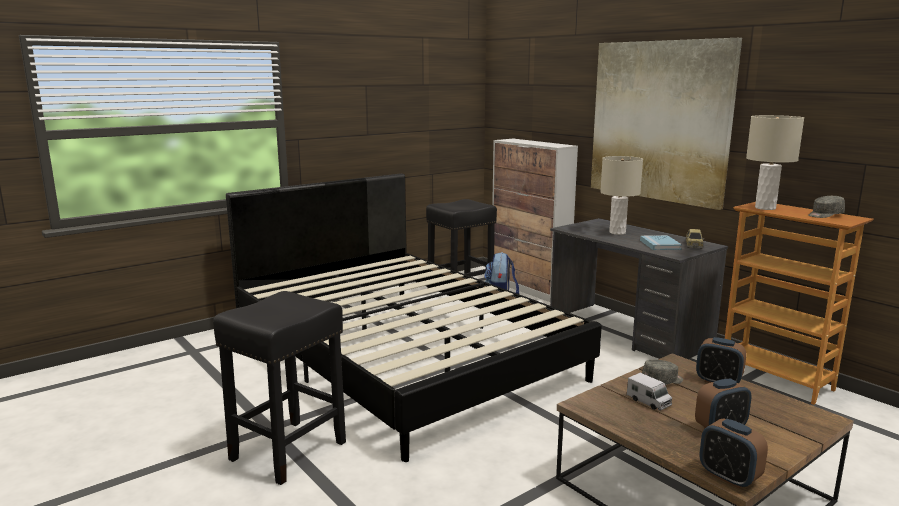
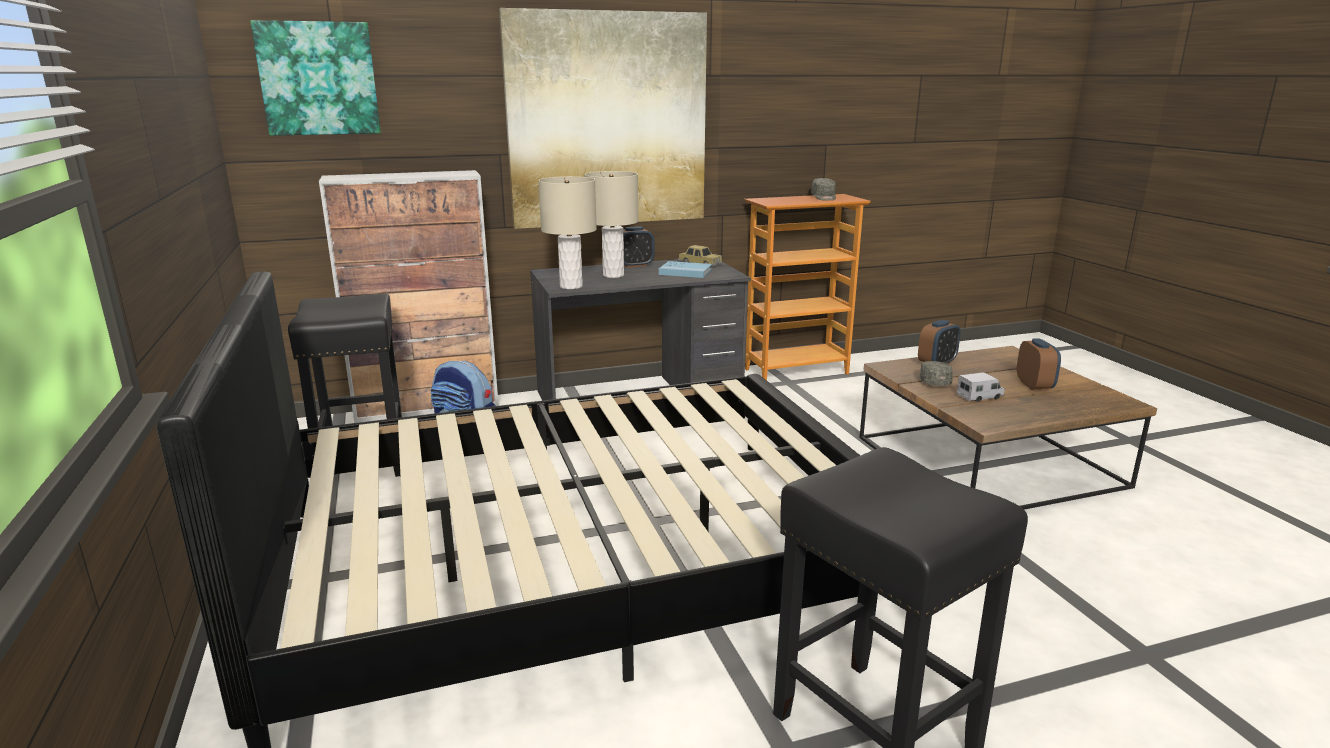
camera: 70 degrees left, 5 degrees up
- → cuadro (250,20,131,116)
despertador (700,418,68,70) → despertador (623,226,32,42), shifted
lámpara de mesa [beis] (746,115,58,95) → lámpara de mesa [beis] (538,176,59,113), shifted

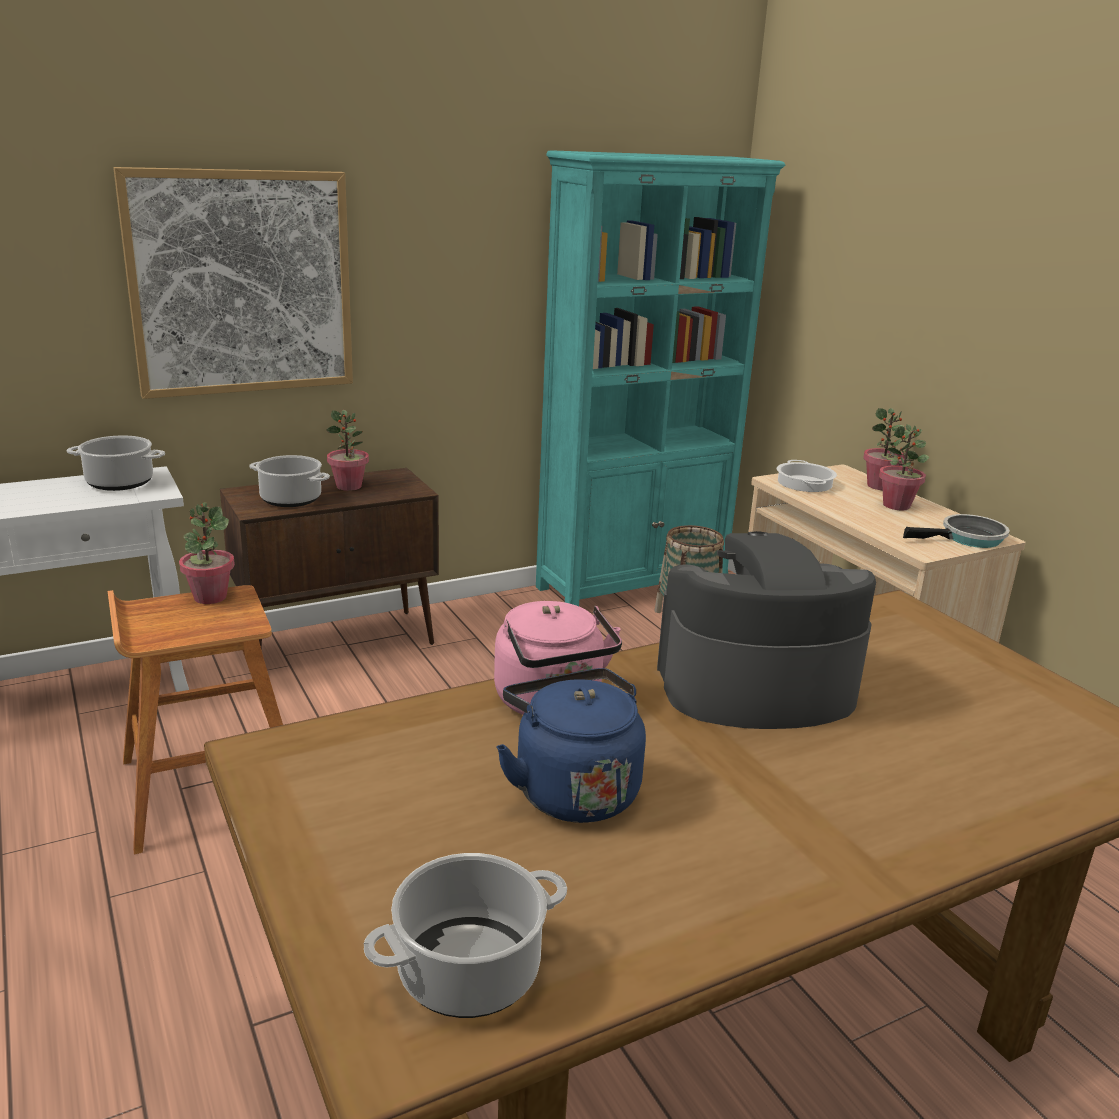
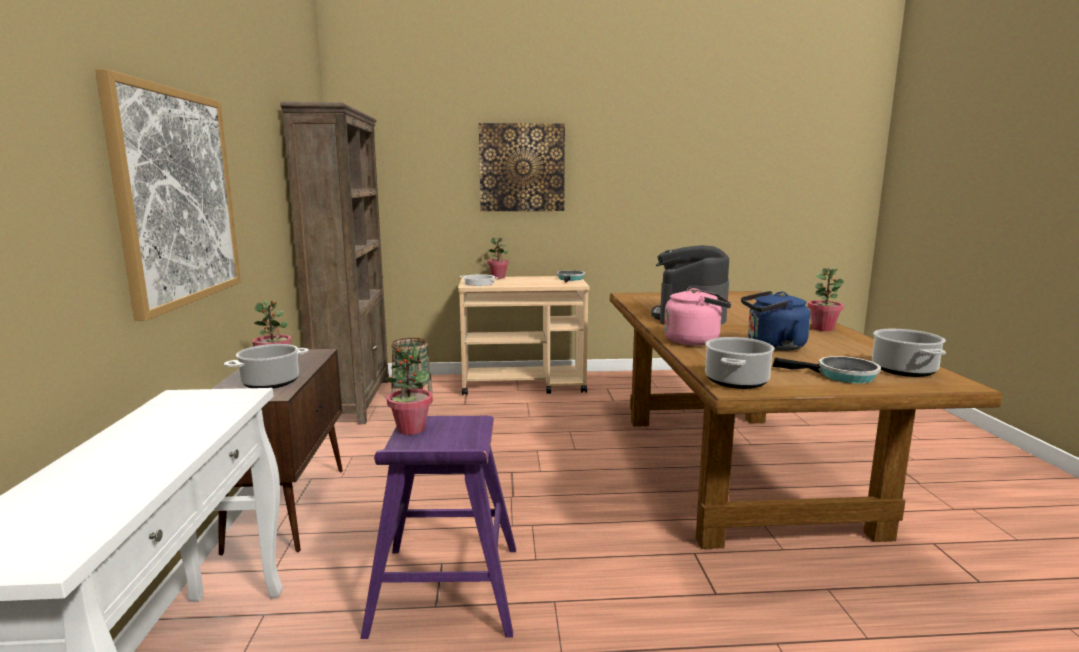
camera: 65 degrees left, 10 degrees down
- → cuadro (479,123,86,88)
- → sartén (772,356,109,27)
olla (66,435,99,56) → olla (705,337,69,52), shifted
planta en maceta (879,424,50,86) → planta en maceta (808,268,36,63), shifted
taburete [marrón] (108,585,175,269) → taburete [morado] (361,416,155,223)
estantería [turquesa] (536,150,249,456) → estantería [marrón] (280,102,109,322)

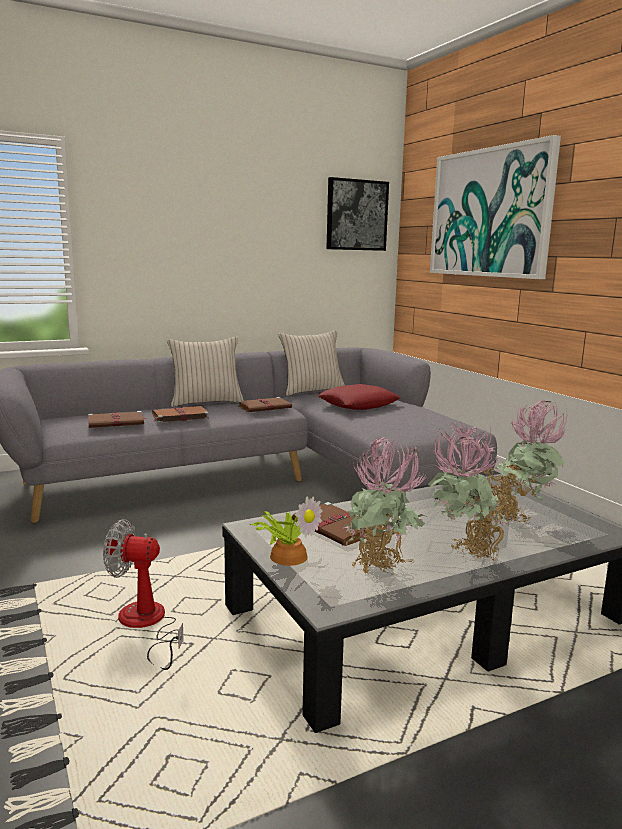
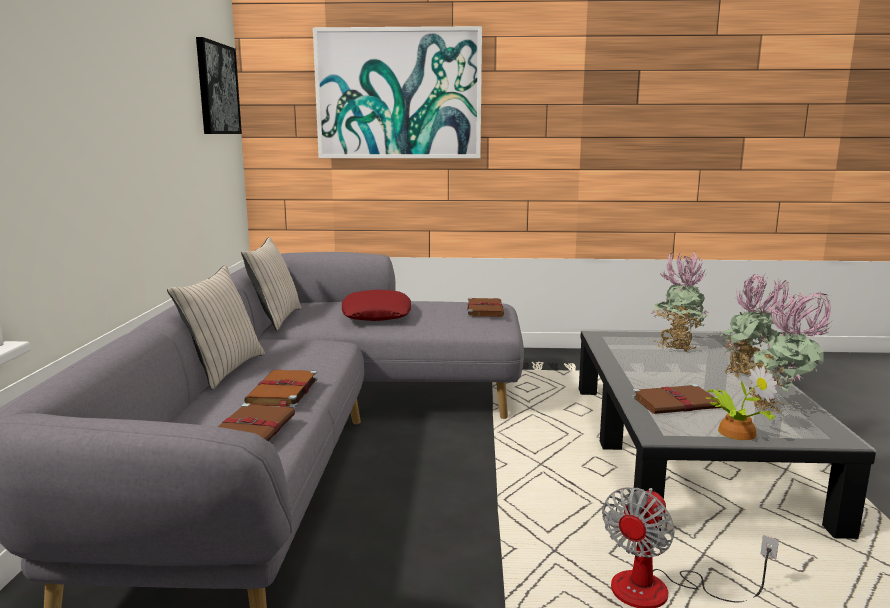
camera: 60 degrees left, 0 degrees up
libro [marrón] (237,397,55,15) → libro [marrón] (467,298,37,19), shifted

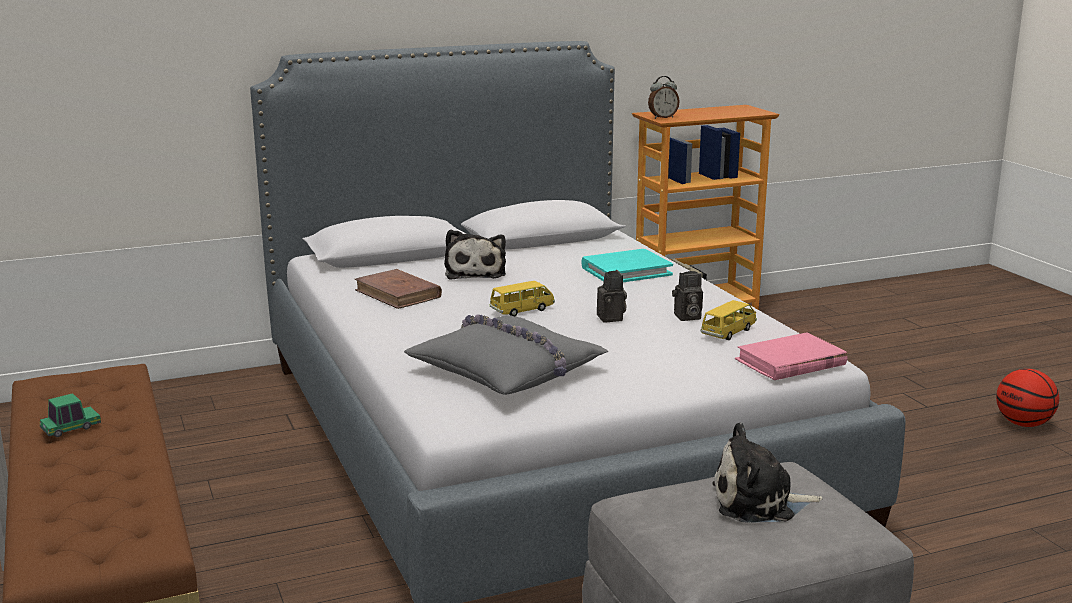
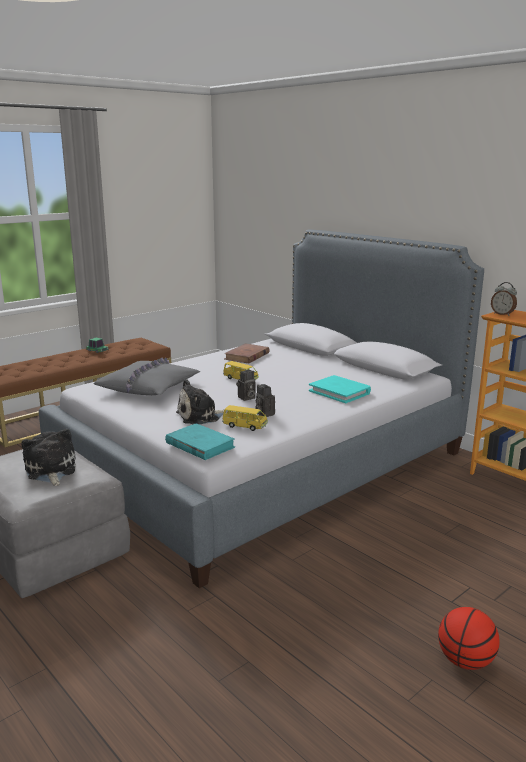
camera: 70 degrees right, 0 degrees up
peluche (444,229,62,51) → peluche (176,379,52,45), shifted
libro [rosa] (735,332,112,48) → libro [turquesa] (165,423,70,37)

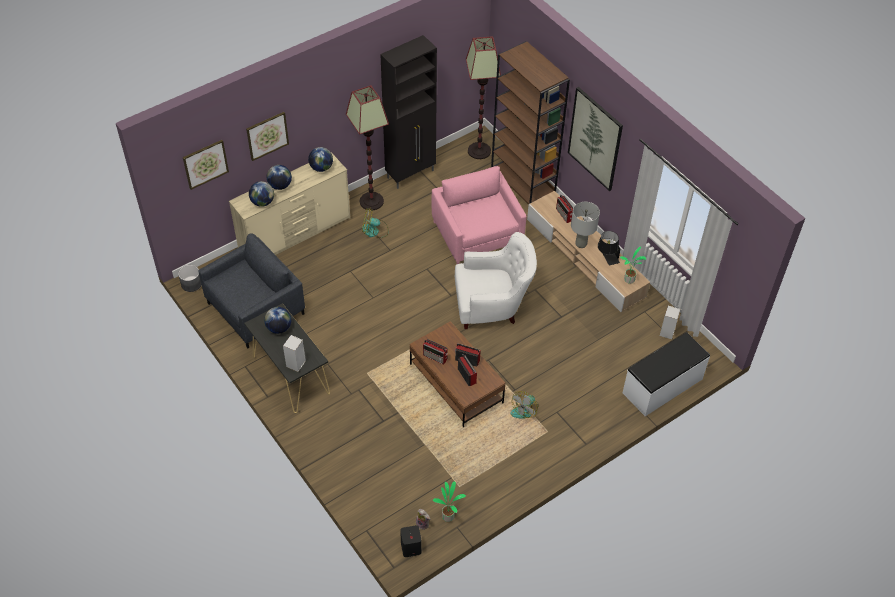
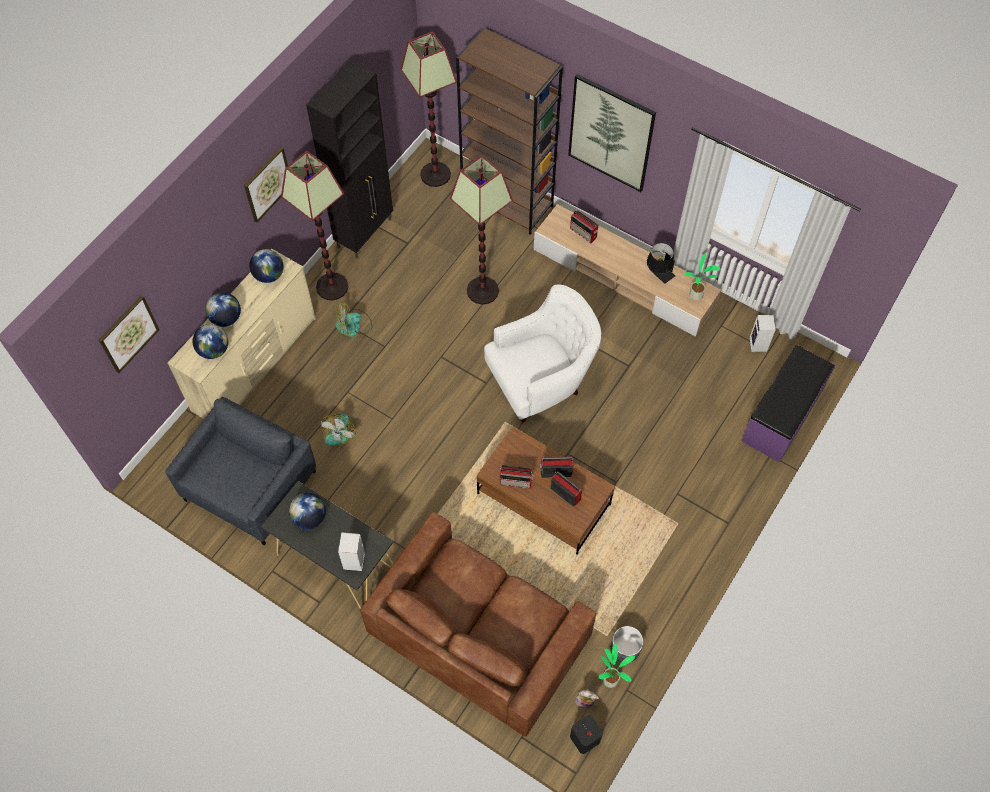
camera: 20 degrees left, 10 degrees up
lámpara de mesa [gris] (571,202,29,46) → -
- → sofá [marrón] (360,512,236,225)
maceta [gris] (178,265,23,27) → maceta [gris] (611,626,32,37), shifted
cuadro (246,112,43,49) → cuadro (244,147,44,76), shifted
ventilador (511,391,28,27) → ventilador (321,414,35,32), shifted
sillón [rosa] (432,166,94,98) → lámpara de pie (450,155,63,150)
banco [blanco] (623,332,87,84) → banco [morado] (741,345,94,117)

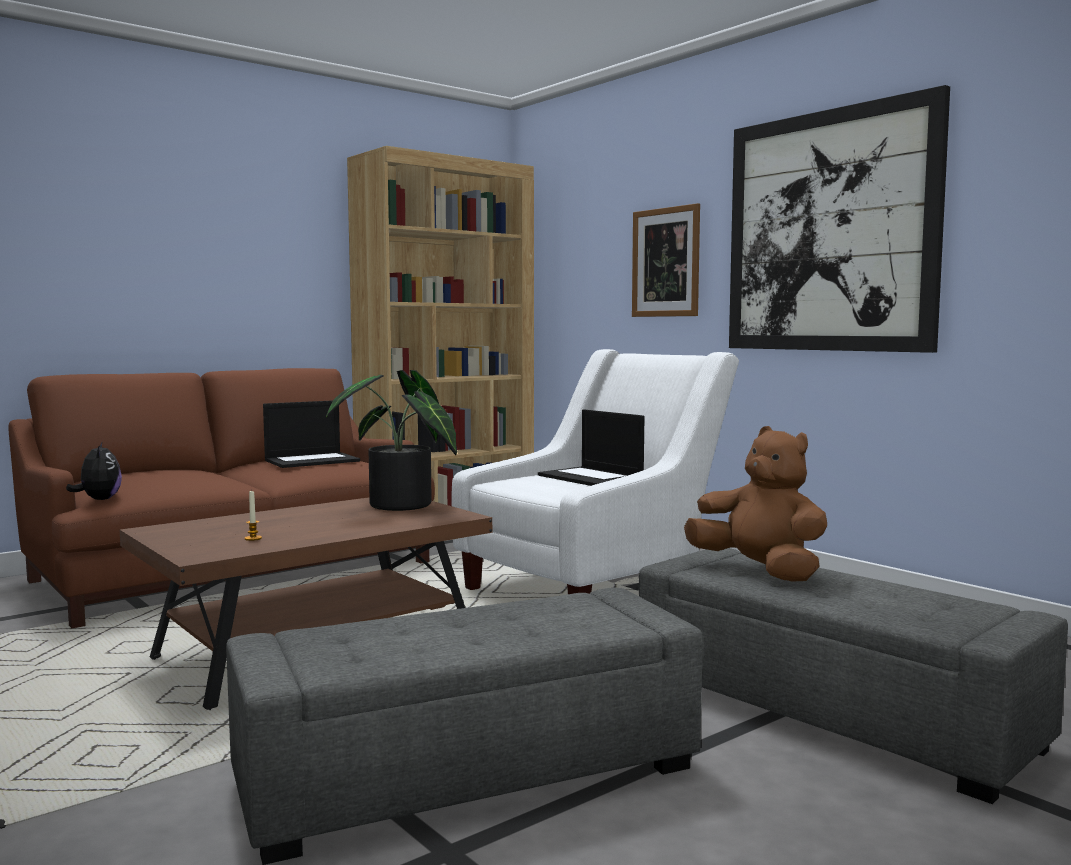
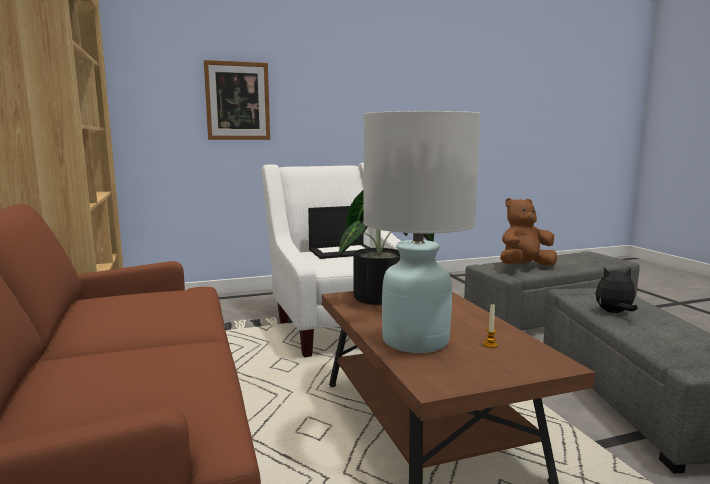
camera: 70 degrees left, 5 degrees up
portátil (263,401,97,67) → -
cuadro (729,85,221,268) → -
- → lámpara de mesa [blanco] (363,111,118,242)
peluche (66,442,56,58) → peluche (595,267,43,46), shifted

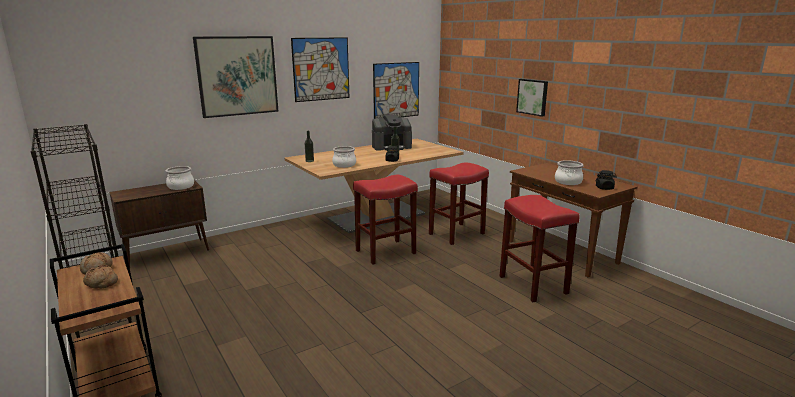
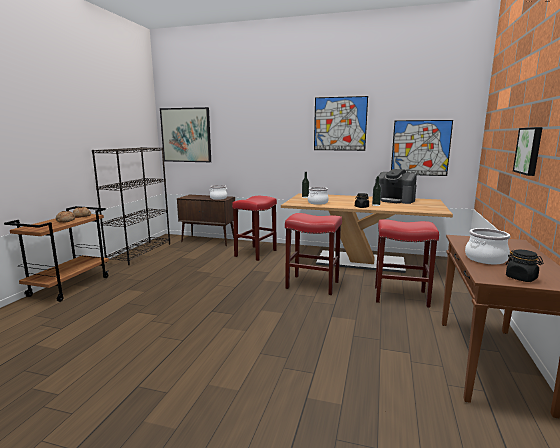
camera: 50 degrees right, 5 degrees down
cuadro (193,36,86,82) → cuadro (160,107,51,55), shifted
taburete [rojo] (500,195,80,107) → taburete [rojo] (232,196,45,65), shifted

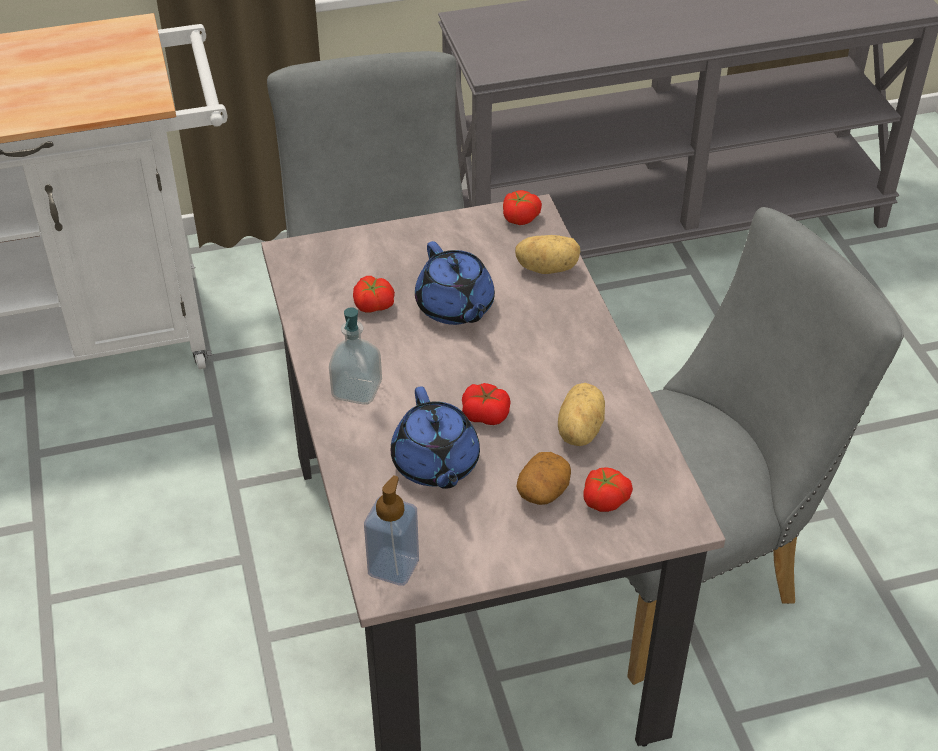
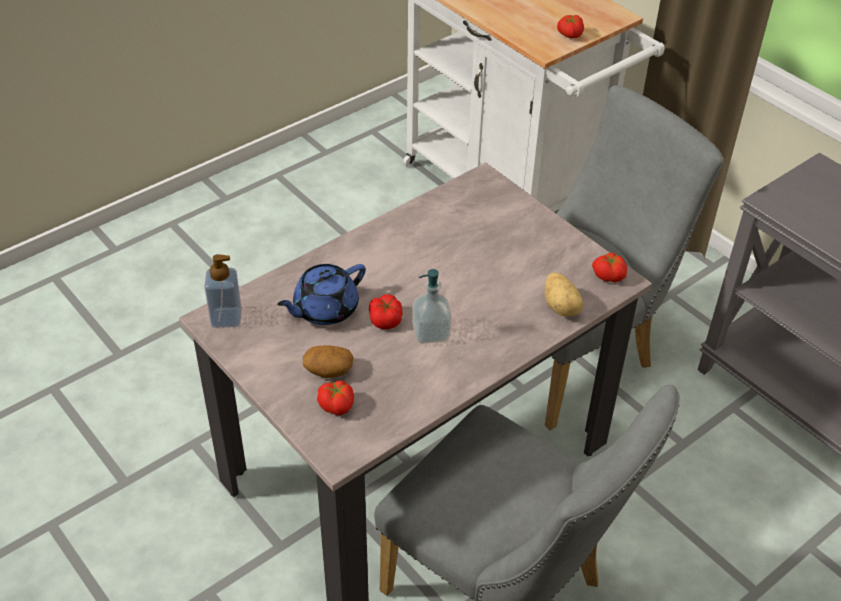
camera: 65 degrees right, 0 degrees up
tetera [azul] (415,241,80,84) → -
patata (558,383,47,63) → -
dispensador de jabón (329,307,53,98) → dispensador de jabón (412,269,39,75), shifted
tomate (353,276,42,37) → tomate (557,15,27,23), shifted

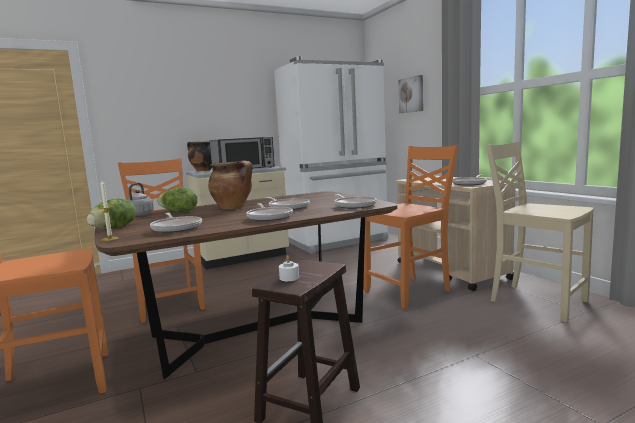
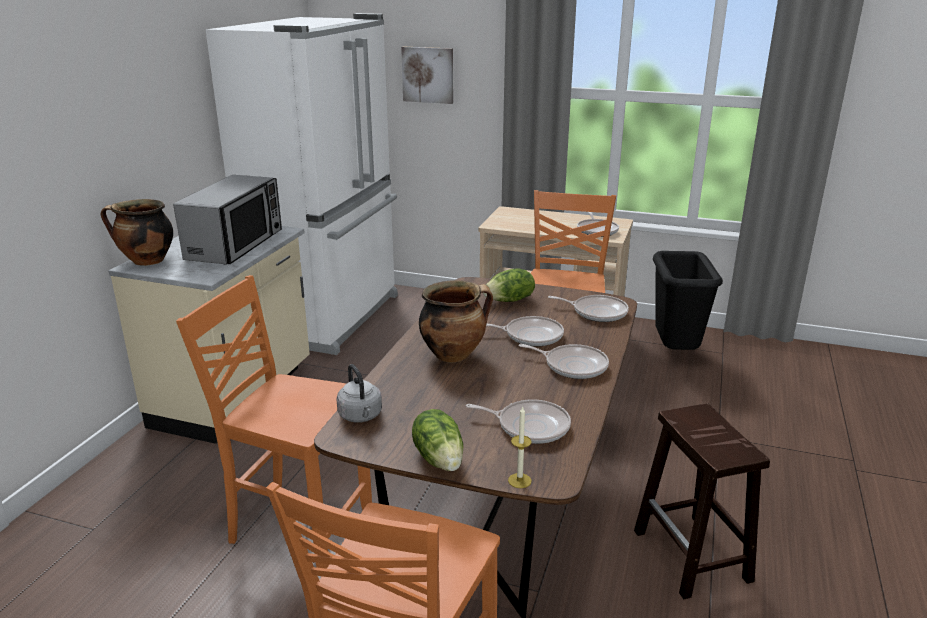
camera: 45 degrees left, 15 degrees up
vela [blanco] (279,255,20,26) → -
lechuga (157,188,41,24) → lechuga (483,268,52,34), shifted
silla [beis] (486,141,108,182) → papelera [negro] (653,251,70,99)

